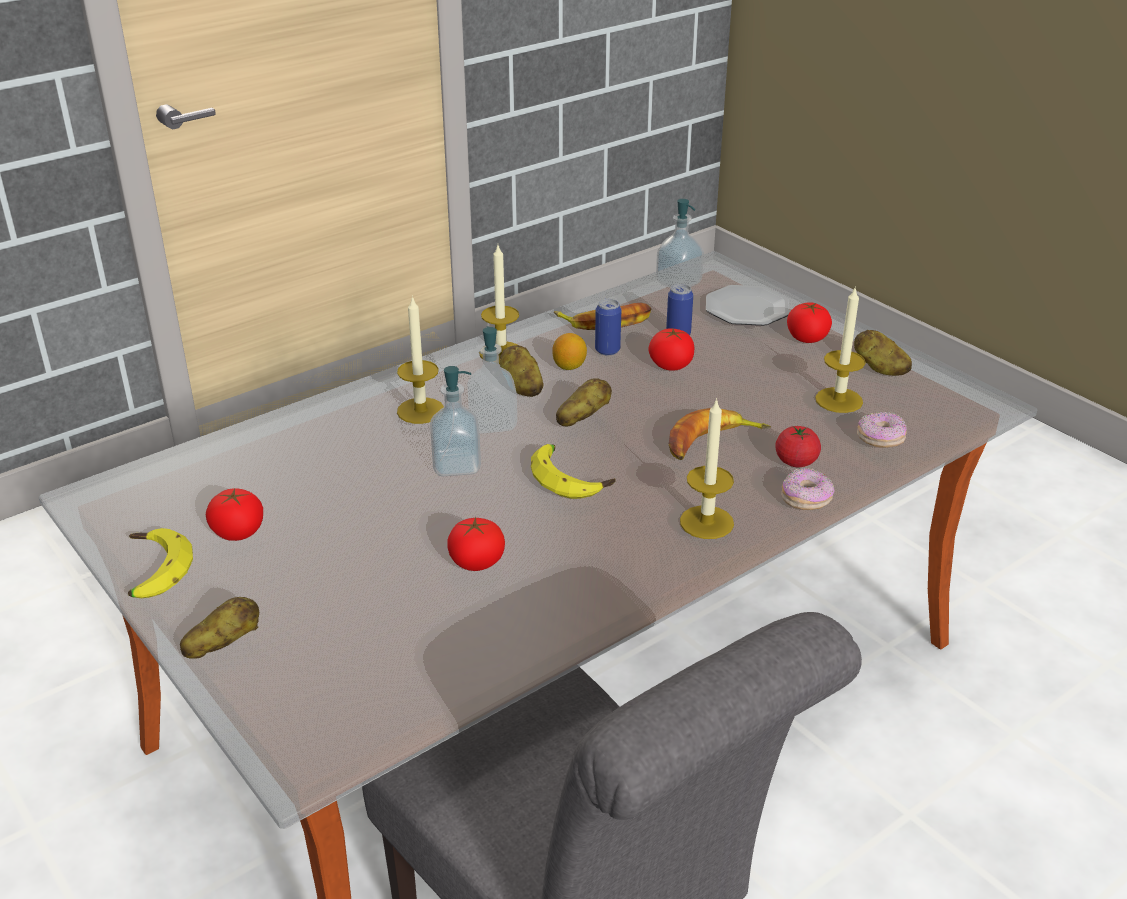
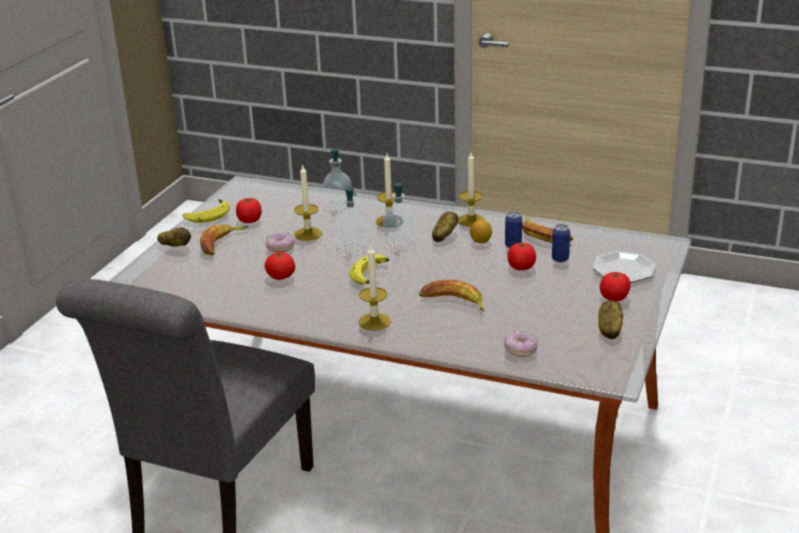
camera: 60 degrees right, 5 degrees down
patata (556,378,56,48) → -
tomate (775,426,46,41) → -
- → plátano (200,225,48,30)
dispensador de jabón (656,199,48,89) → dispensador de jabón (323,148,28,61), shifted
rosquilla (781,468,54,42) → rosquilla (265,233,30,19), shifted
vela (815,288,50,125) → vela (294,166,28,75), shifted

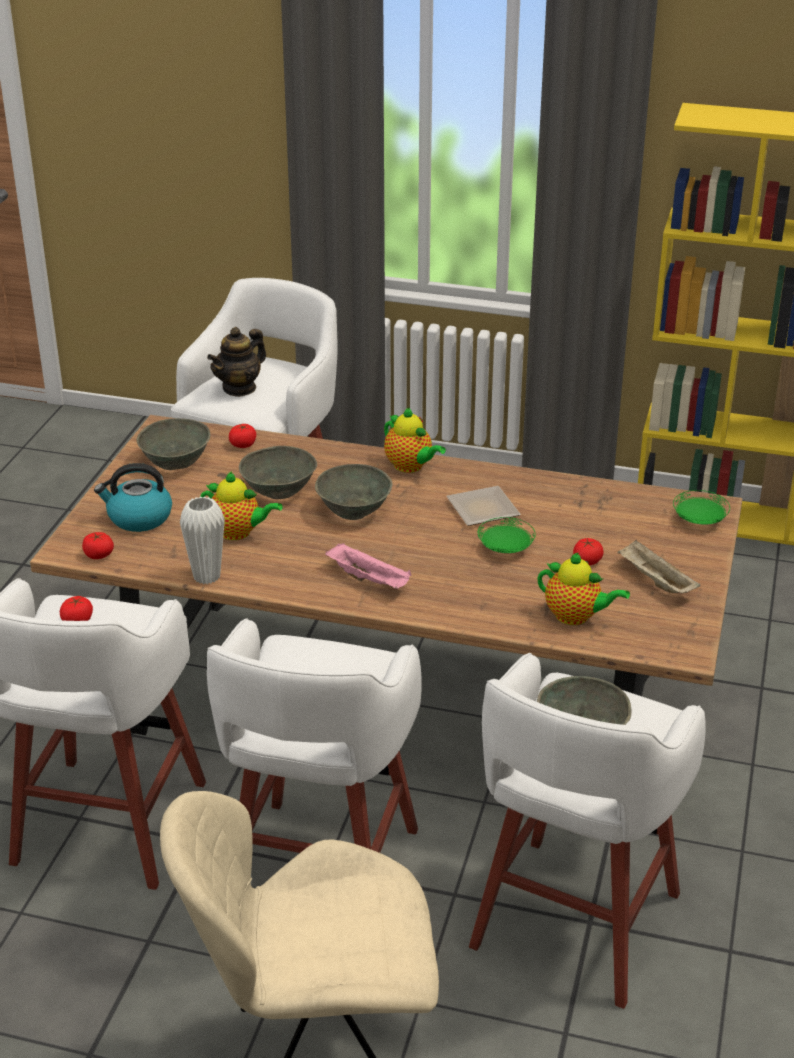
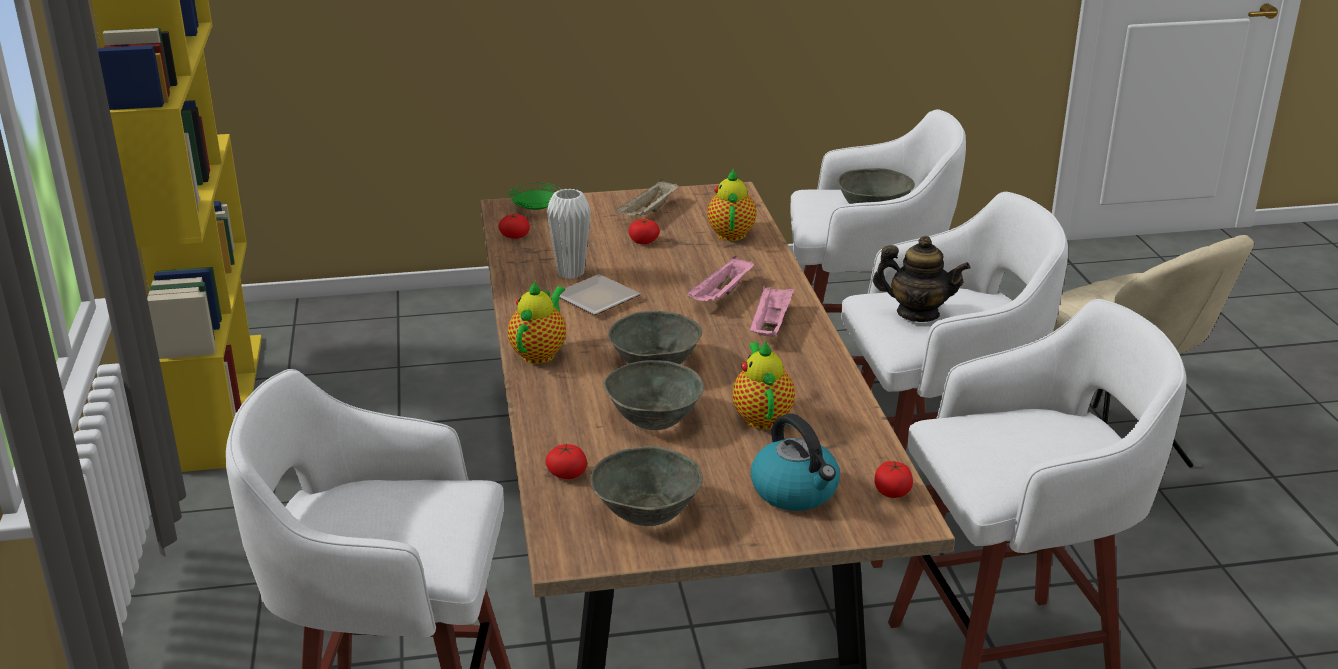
camera: 115 degrees left, 5 degrees down
plato [verde] (478,517,58,36) → -
- → bandeja [rosa] (686,256,68,45)
tomate (60,596,33,25) → tomate (498,214,32,25), shifted
florero [blanco] (180,497,45,87) → florero [blanco] (547,189,44,90), shifted
tetera (207,327,59,70) → tetera (873,236,97,86), shifted

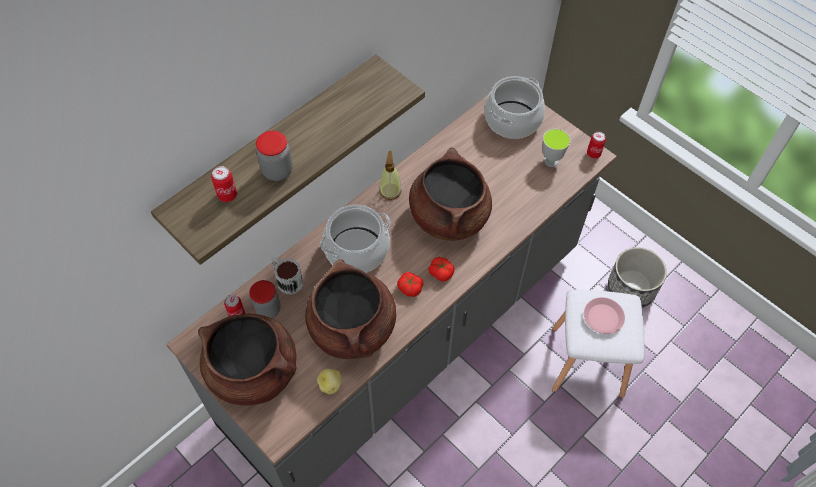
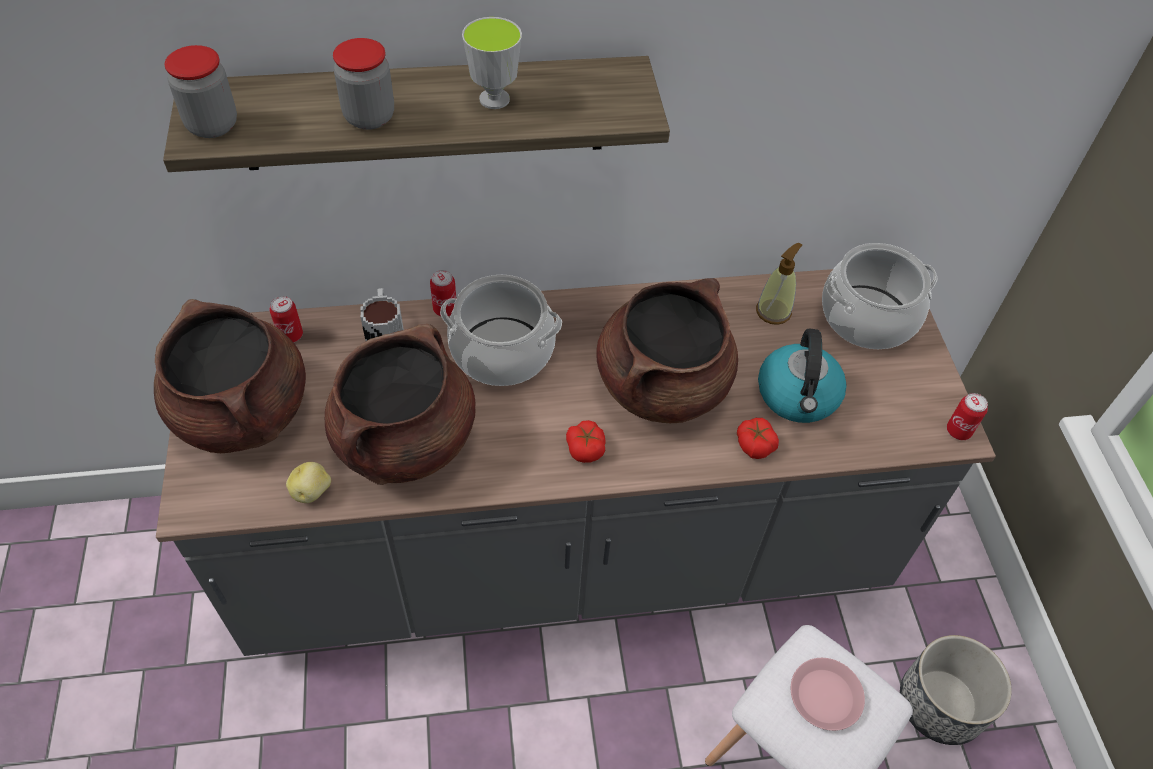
camera: 35 degrees right, 5 degrees down
- → hervidor (758,329,88,94)
lata (211,166,26,36) → lata (430,270,26,46), shifted
tarro (249,280,32,38) → tarro (165,45,72,93), shifted
dispensador de jabón (379,151,23,49) → dispensador de jabón (756,243,46,82), shifted
tomate (397,272,27,25) → tomate (737,418,42,41), shifted
taza (543,129,27,38) → taza (462,17,60,92), shifted

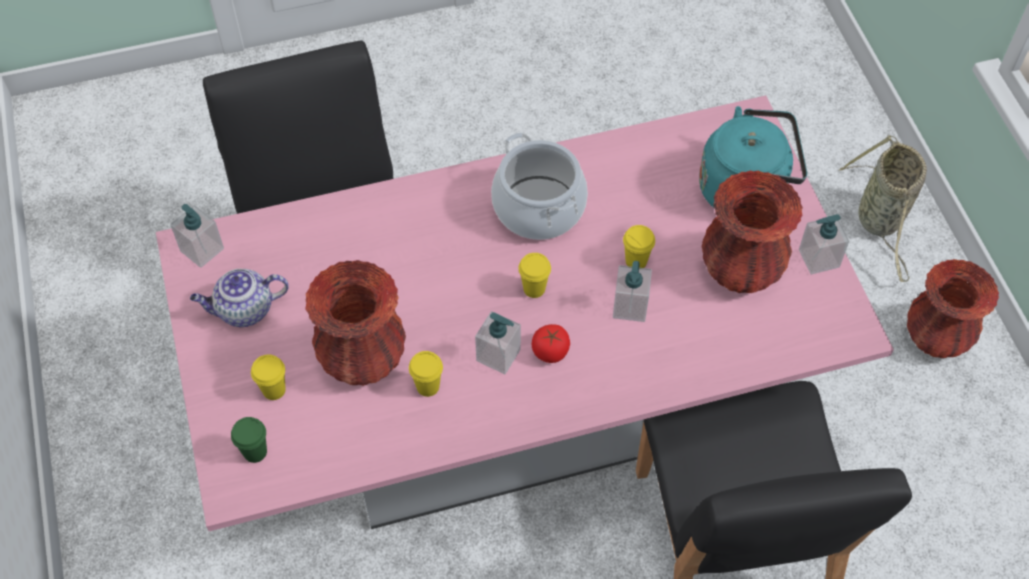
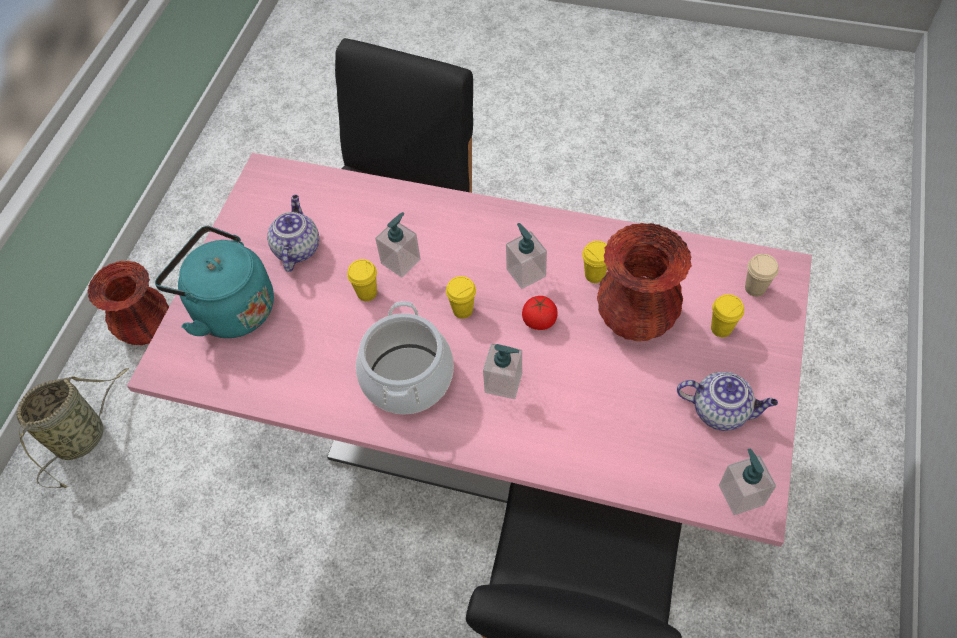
camera: 145 degrees left, 0 degrees up
tomate (532,324,38,39) → tomate (522,296,36,34), shifted
dispensador de jabón (799,214,50,60) → dispensador de jabón (483,343,39,56), shifted
florero [rojo] (701,171,102,122) → tetera (267,195,52,77)
taza [verde] (231,417,36,46) → taza [beis] (745,254,34,43)

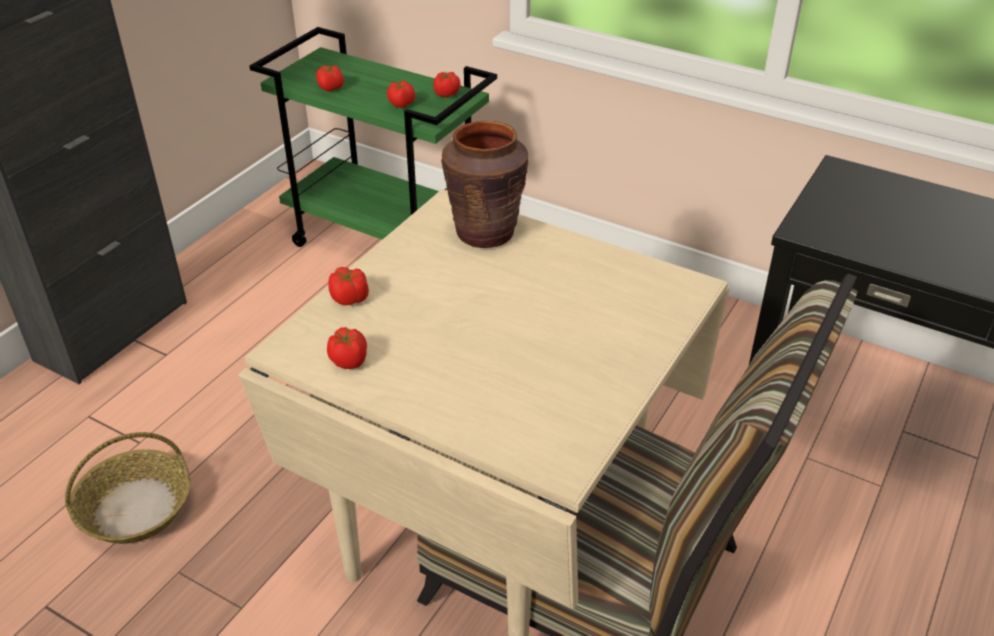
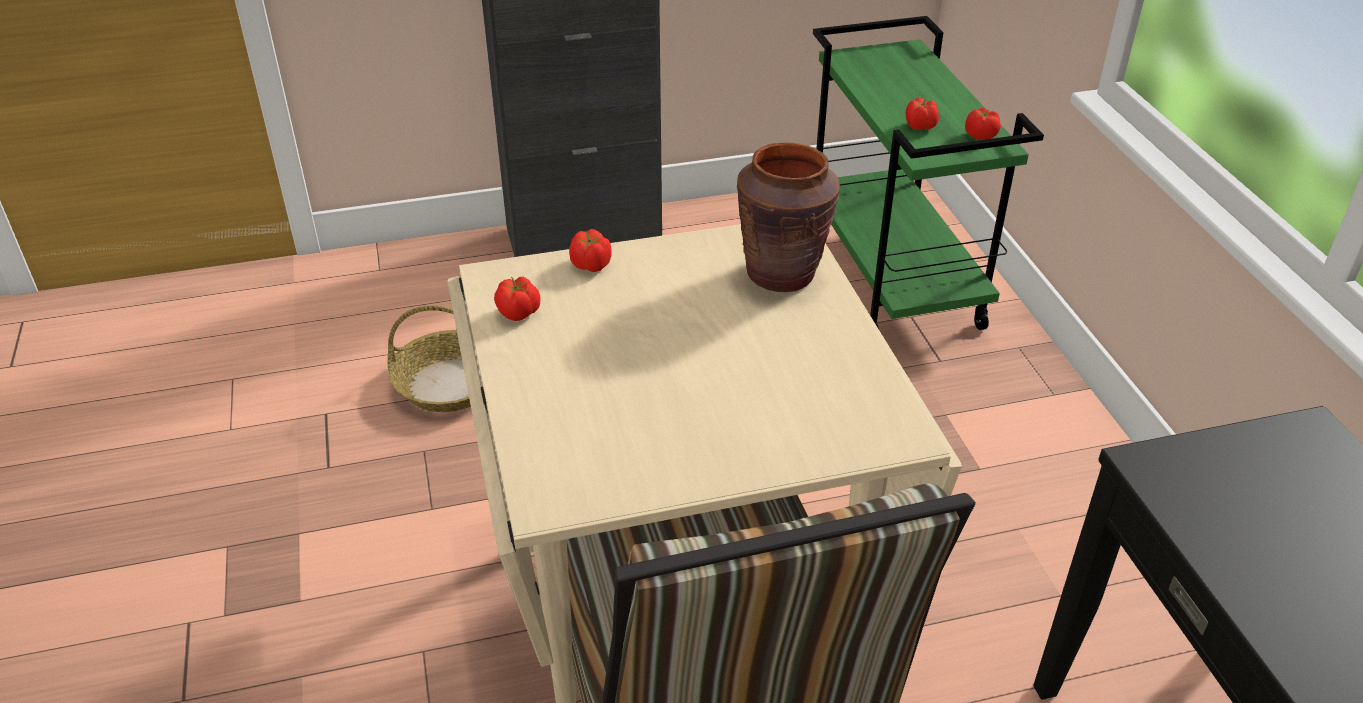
camera: 45 degrees right, 0 degrees up
tomate (316,65,28,26) → -

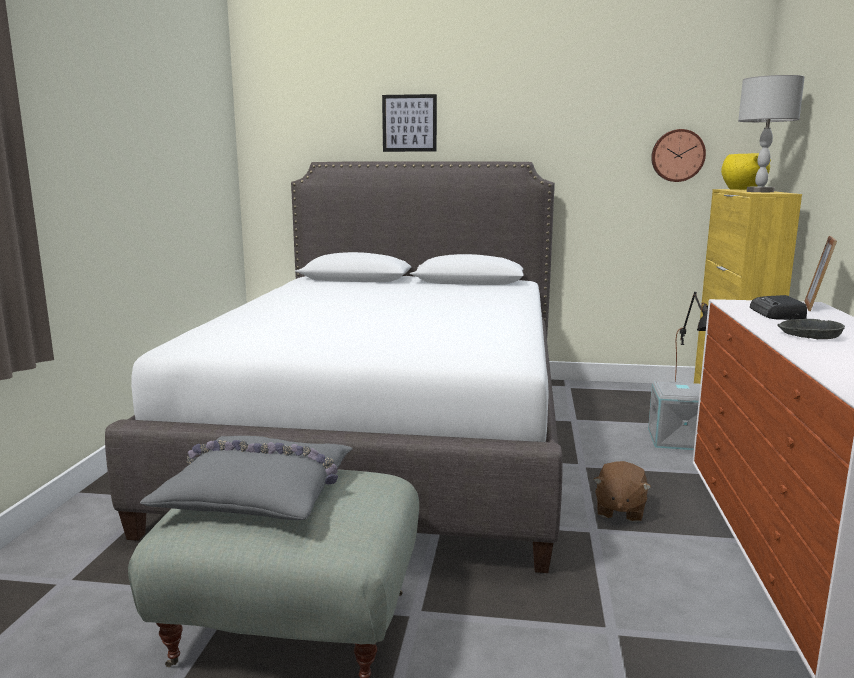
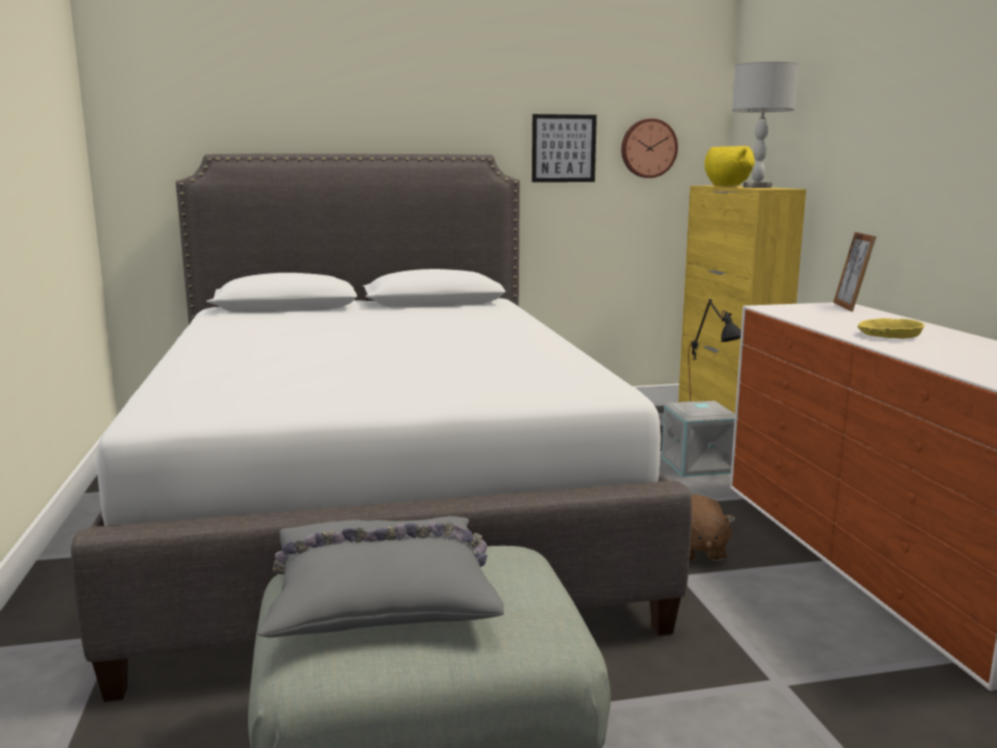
camera: 20 degrees left, 0 degrees up
radio (750,295,57,25) → -
cuadro (382,94,55,58) → cuadro (532,114,65,68), shifted
cuenco [gris] (777,319,68,20) → cuenco [amarillo] (857,318,68,21)

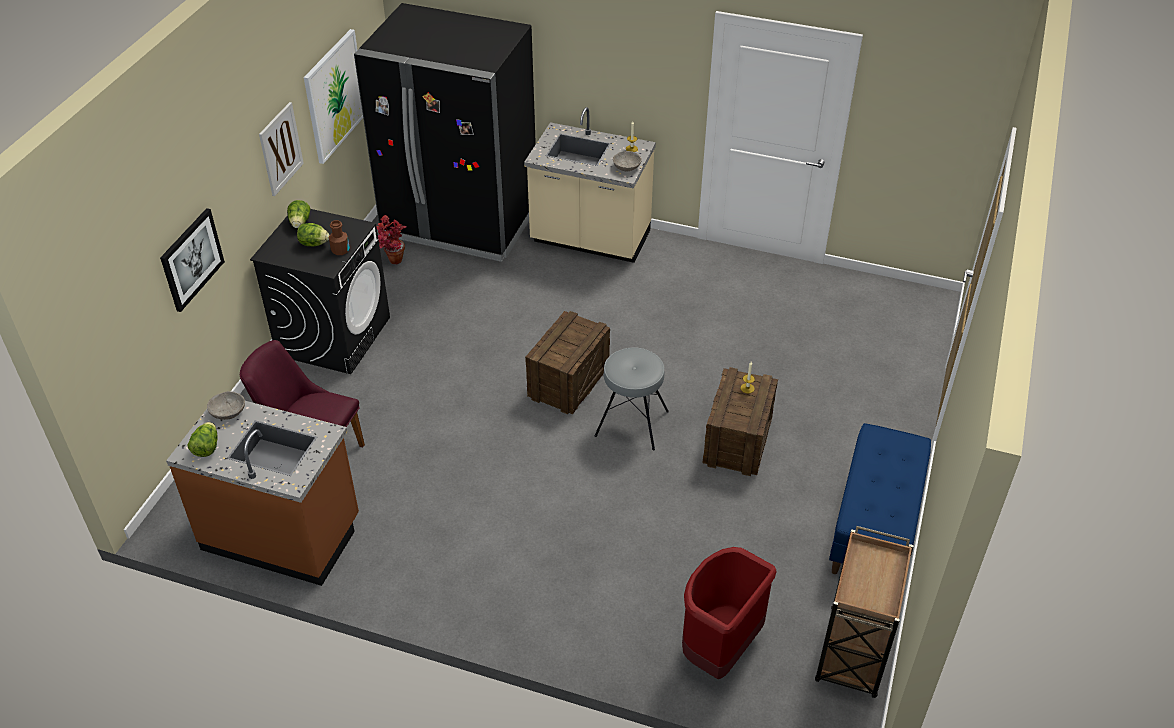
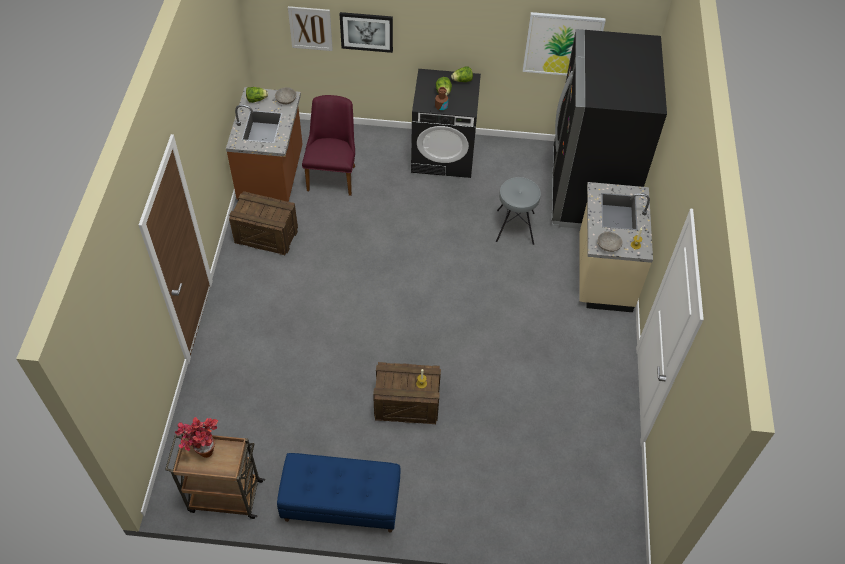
camera: 75 degrees right, 10 degrees up
papelera [rojo] (682,547,94,132) → -
cuadro (259,102,45,94) → cuadro (288,6,45,45), shifted
planta en maceta (377,215,29,49) → planta en maceta (175,417,43,41), shifted
caja de embalaje (525,311,85,103) → caja de embalaje (229,191,69,64), shifted
taburete [gris] (594,348,75,102) → taburete [gris] (496,177,45,68), shifted

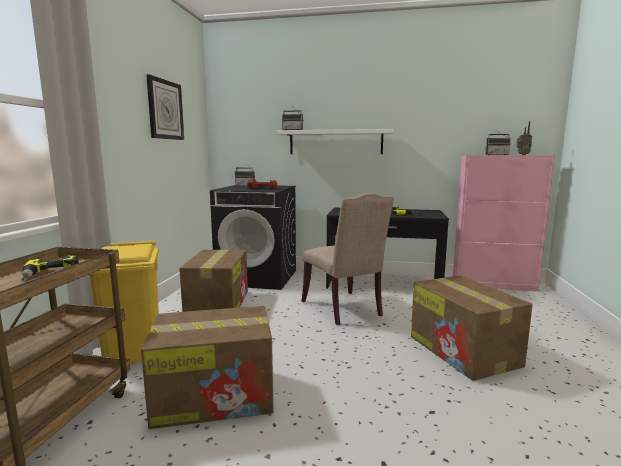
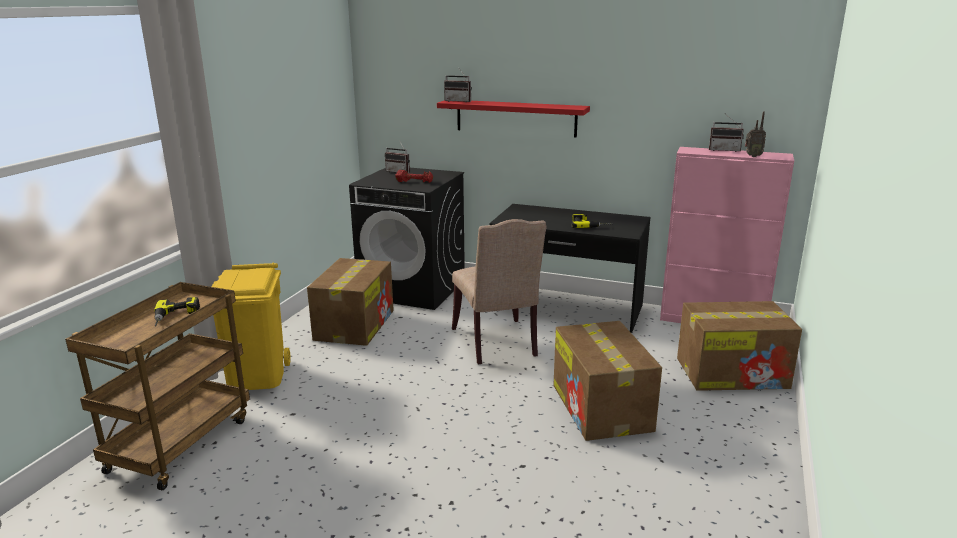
camera: 10 degrees right, 10 degrees up
reloj de pared (146,74,38,66) → -
caja de cartón (141,306,133,123) → caja de cartón (677,301,125,90), shifted
estante [blanco] (277,129,116,25) → estante [rojo] (437,100,153,38)

